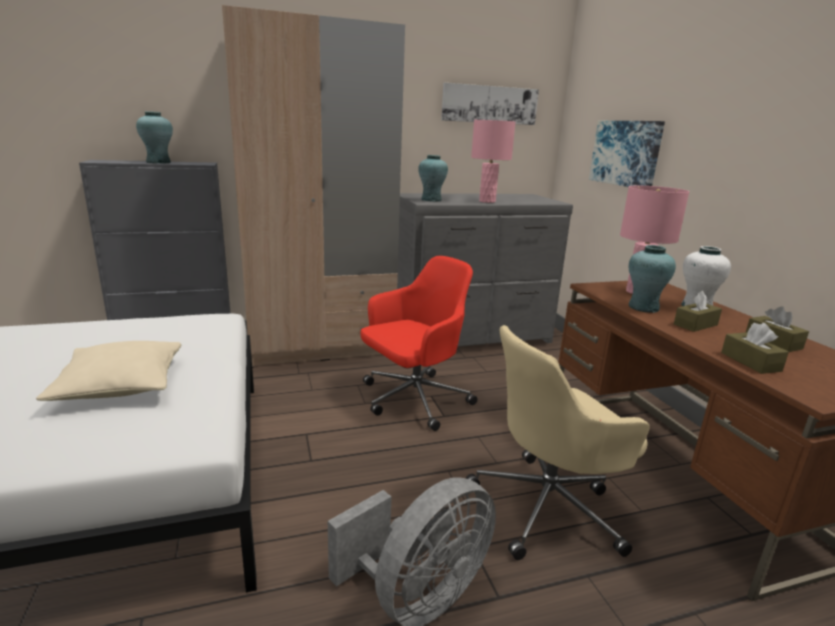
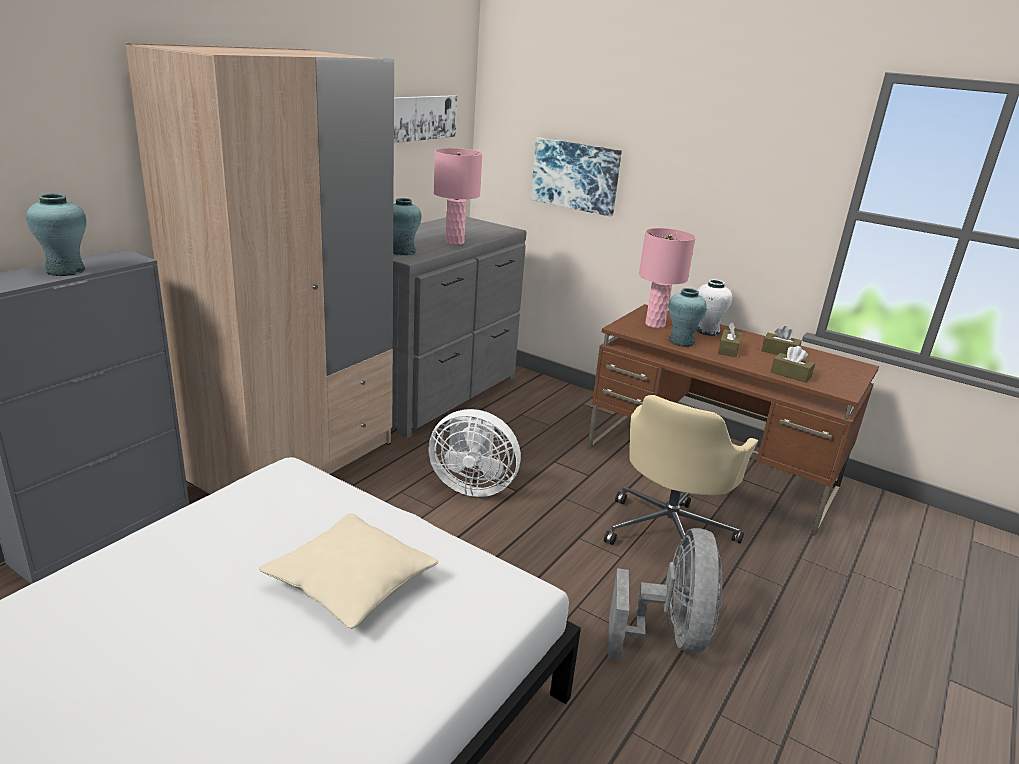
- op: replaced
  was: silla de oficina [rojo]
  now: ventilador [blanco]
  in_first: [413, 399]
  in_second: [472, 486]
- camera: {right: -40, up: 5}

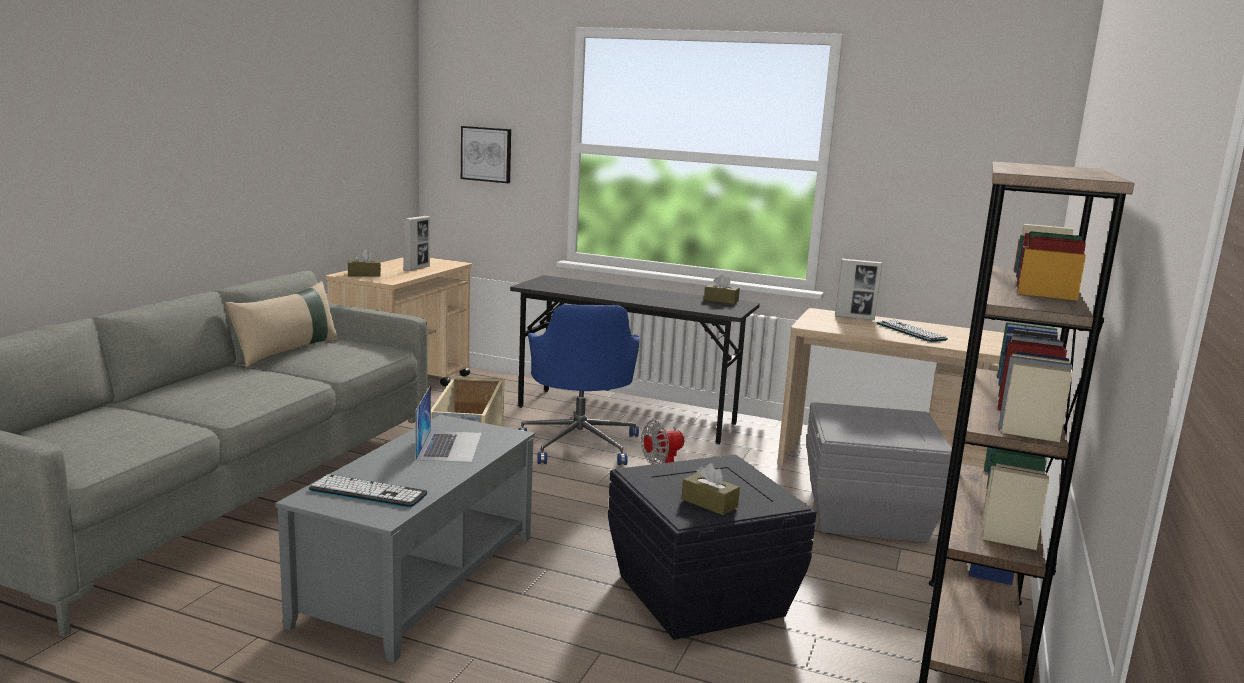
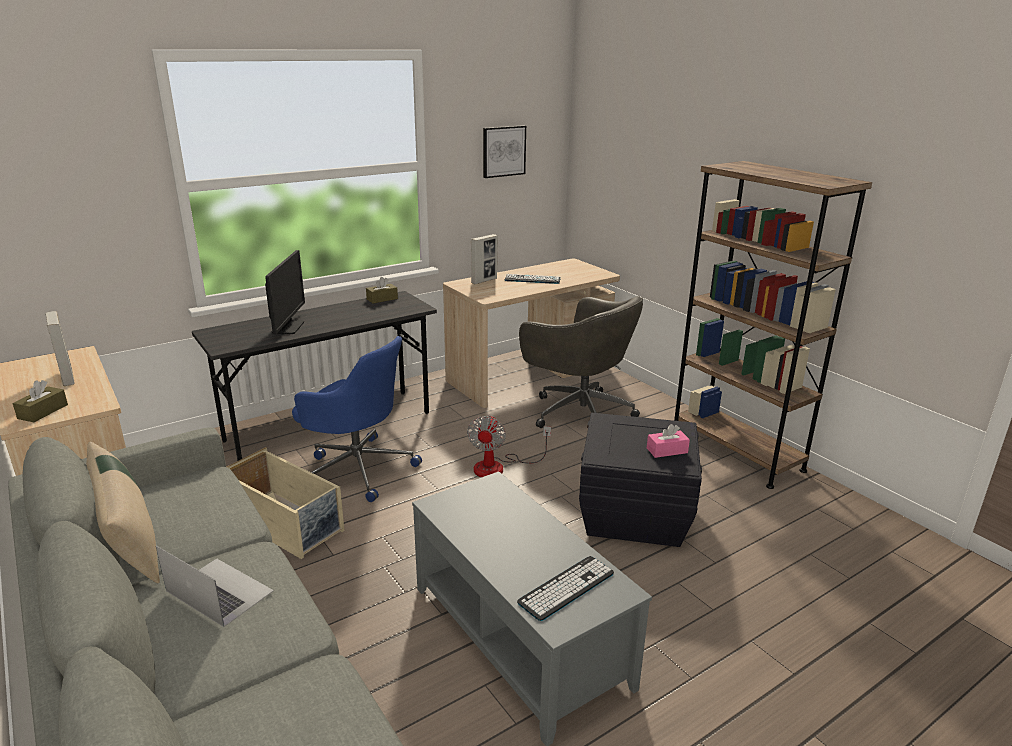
- op: added
  now: monitor
  in_second: [288, 327]
- op: moved
  was: portátil
  in_first: [449, 446]
  in_second: [219, 591]
- op: moved
  was: cuadro
  in_first: [486, 154]
  in_second: [503, 151]
- op: replaced
  was: caja de almacenaje [gris]
  now: silla de oficina [gris]
  in_first: [865, 514]
  in_second: [579, 413]
- op: recoloured
  was: caja de pañuelos [marrón]
  now: caja de pañuelos [rosa]
  in_first: [709, 503]
  in_second: [667, 450]
- camera: {right: -55, up: 10}

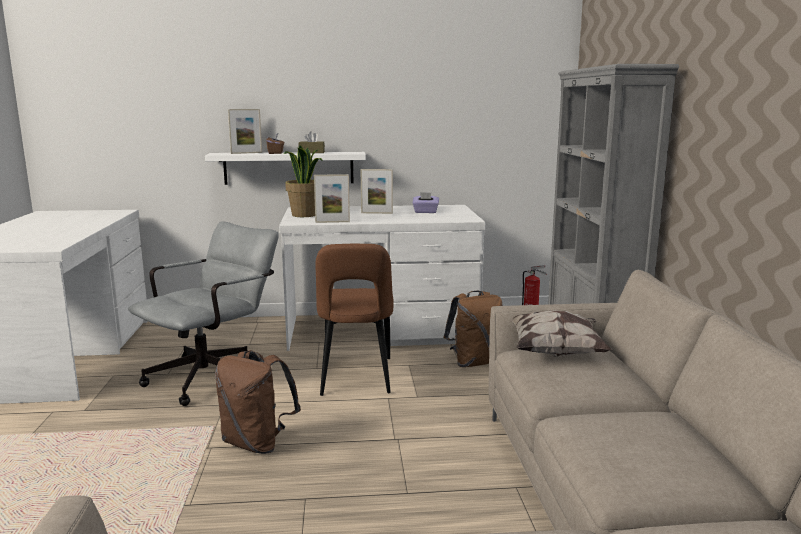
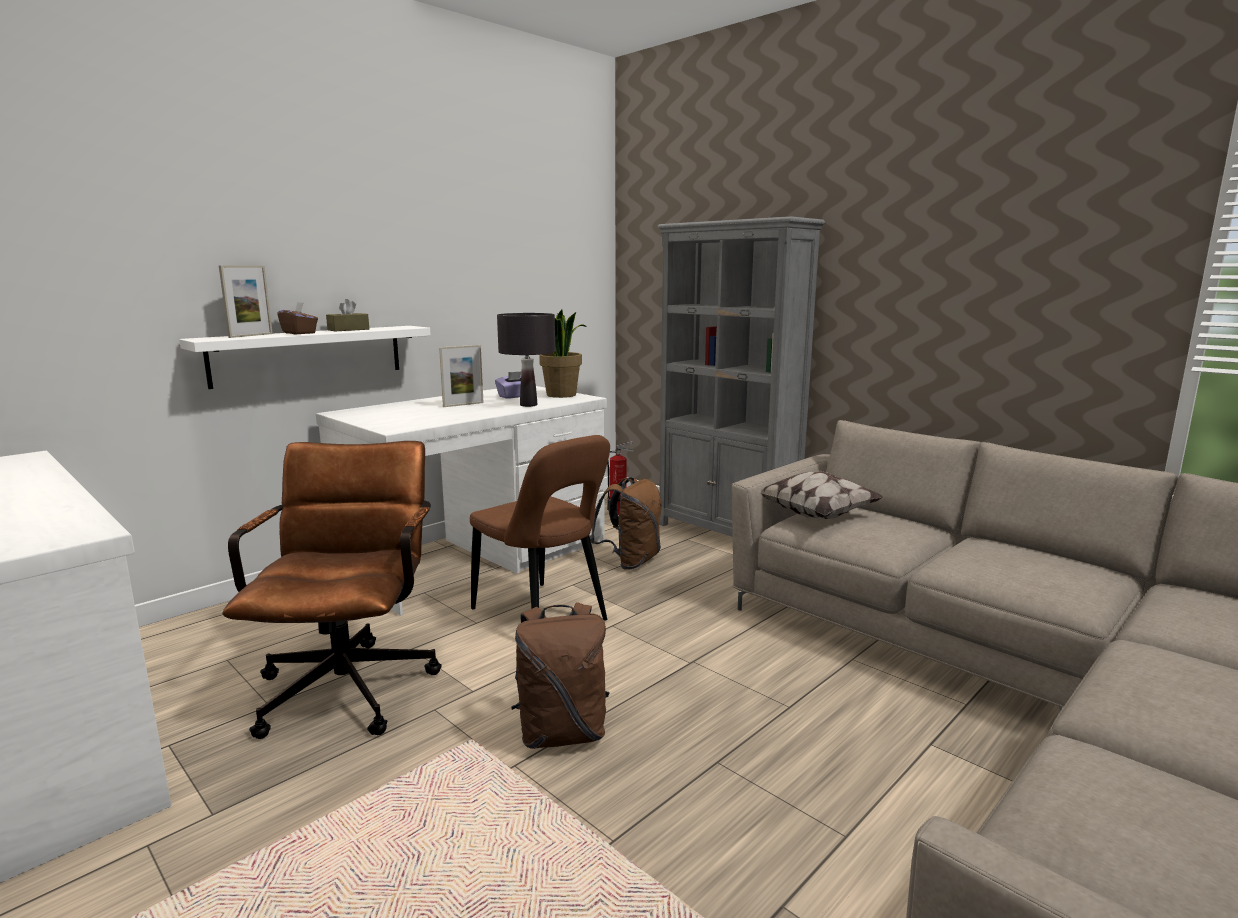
- op: removed
  was: portarretratos
  in_first: [332, 222]
- op: added
  now: lámpara de mesa [negro]
  in_second: [528, 405]
- op: moved
  was: planta en maceta
  in_first: [304, 215]
  in_second: [562, 395]
- op: recoloured
  was: silla de oficina [gris]
  now: silla de oficina [marrón]
  in_first: [213, 376]
  in_second: [351, 681]
- camera: {right: -40, up: 0}

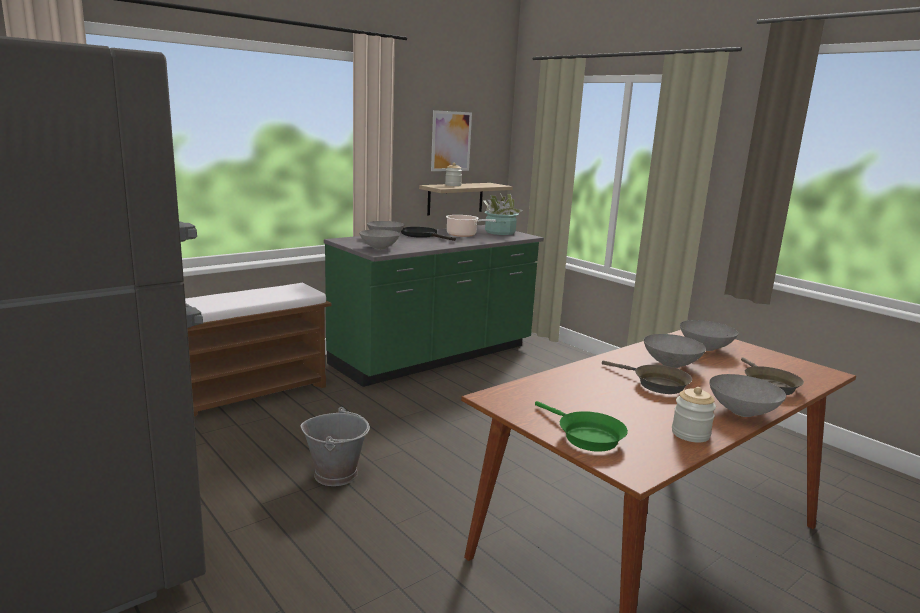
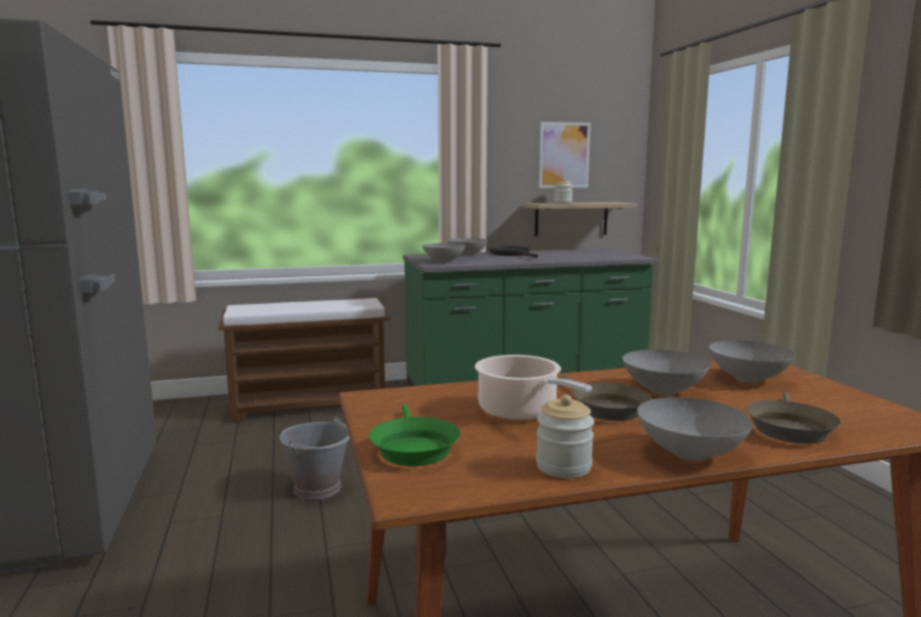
- op: removed
  was: planta en maceta
  in_first: [500, 232]
- op: moved
  was: olla
  in_first: [463, 235]
  in_second: [521, 412]
- camera: {right: 25, up: -5}

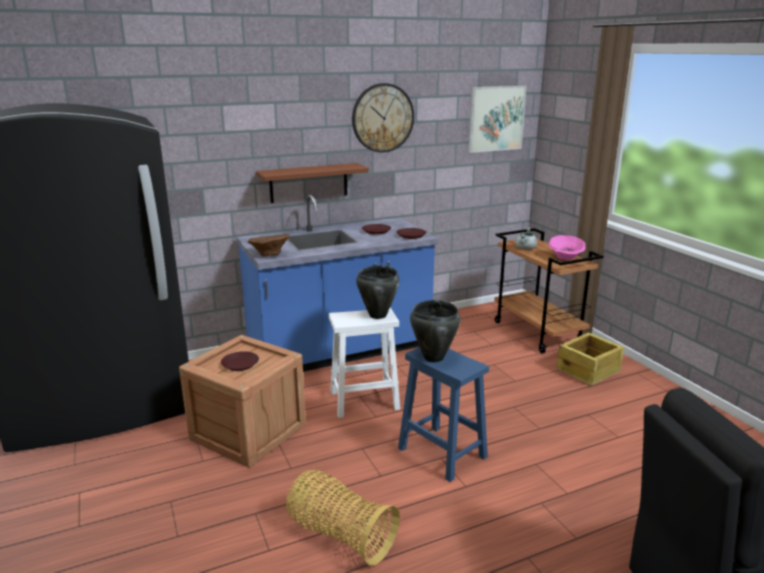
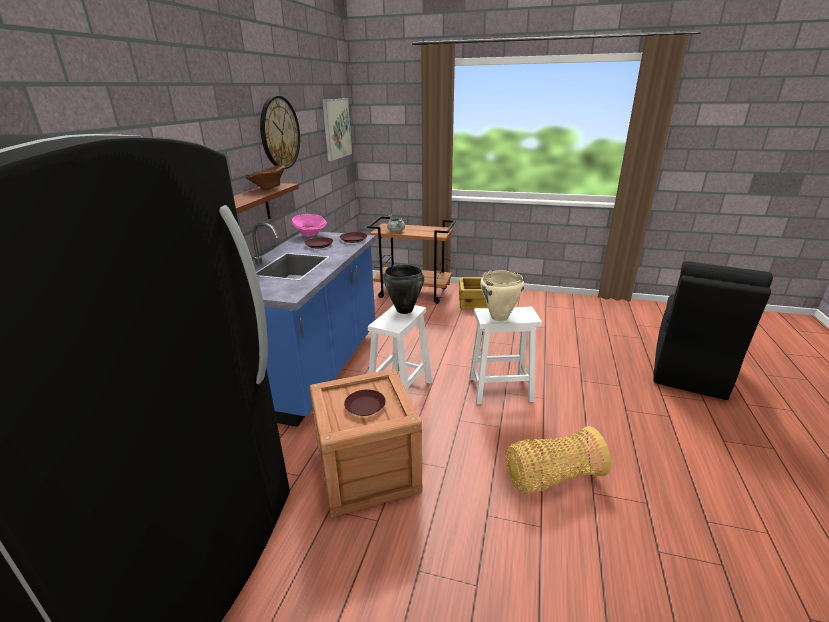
- op: moved
  was: cuenco [marrón]
  in_first: [269, 255]
  in_second: [268, 189]
- op: moved
  was: cuenco [rosa]
  in_first: [565, 258]
  in_second: [310, 235]
- op: recoloured
  was: taburete [azul]
  now: taburete [blanco]
  in_first: [441, 452]
  in_second: [499, 389]
- op: recoloured
  was: olla [negro]
  now: olla [beis]
  in_first: [433, 358]
  in_second: [499, 317]
- camera: {right: -50, up: 5}

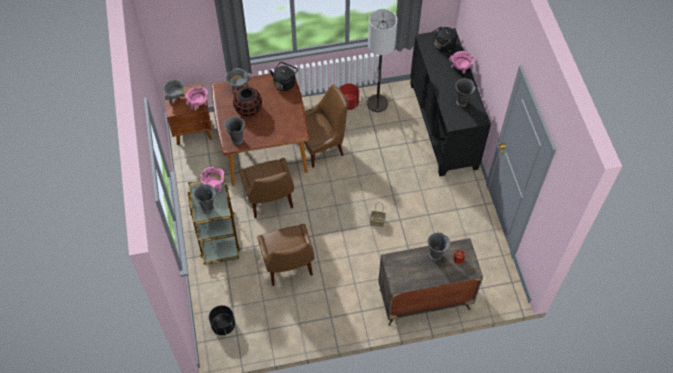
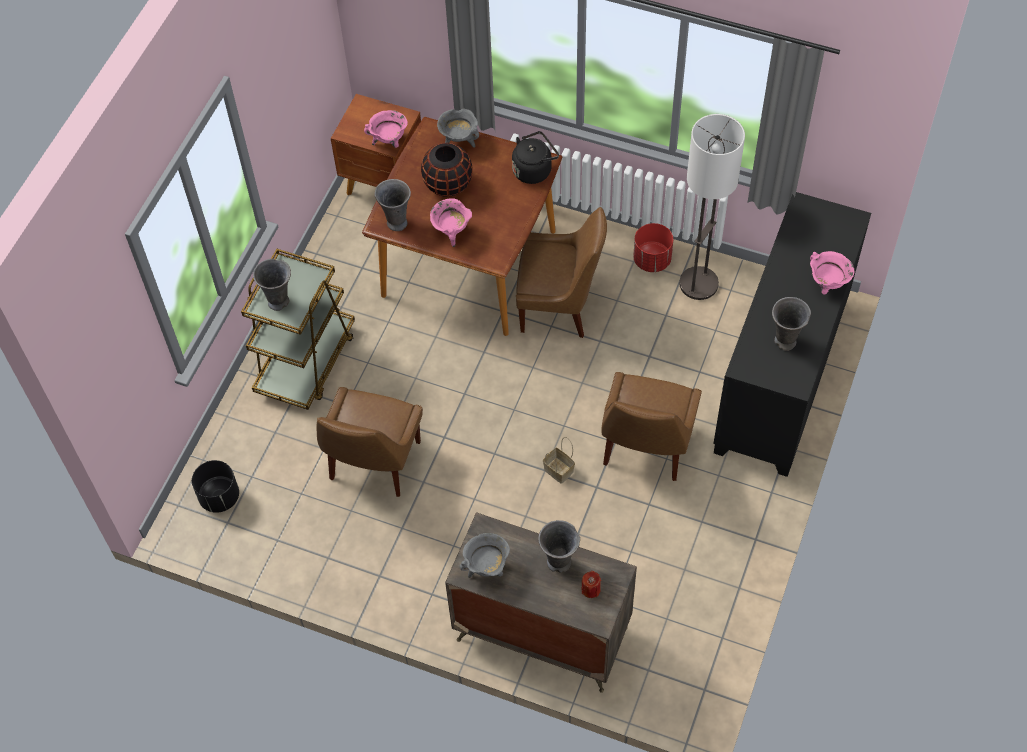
- op: removed
  was: hervidor [negro]
  in_first: [443, 46]
- op: moved
  was: olla [gris]
  in_first: [175, 97]
  in_second: [486, 568]
- op: moved
  was: olla [rosa]
  in_first: [214, 185]
  in_second: [451, 232]
- op: moved
  was: silla [marrón]
  in_first: [269, 200]
  in_second: [645, 448]
- camera: {right: 35, up: 0}

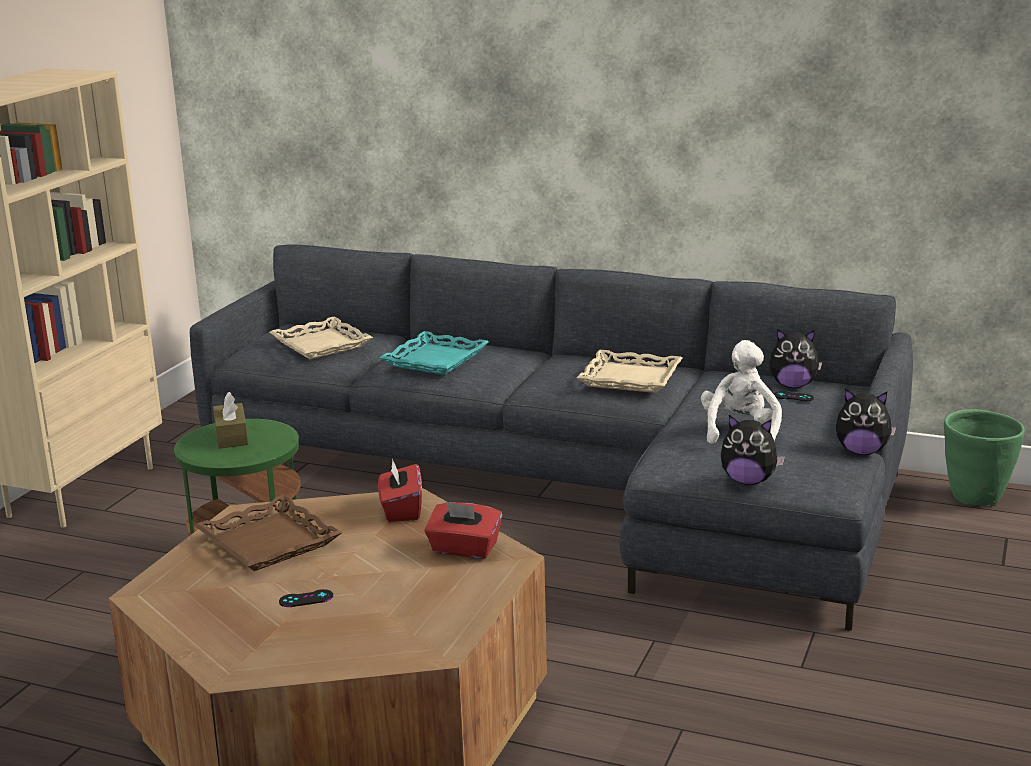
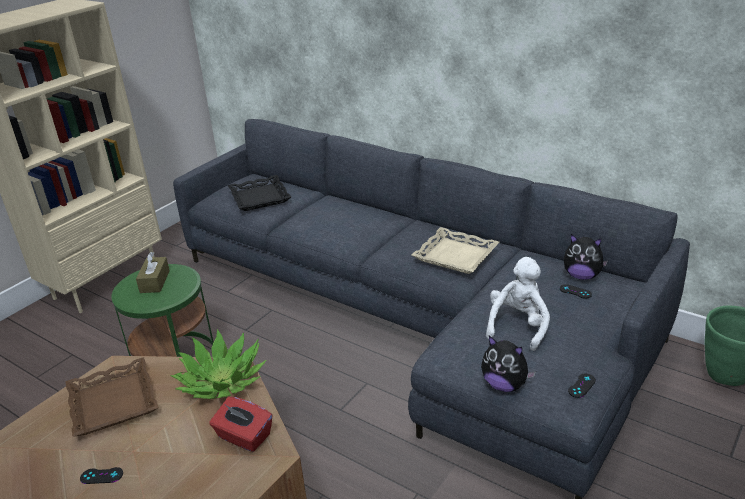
- op: removed
  was: bandeja [turquesa]
  in_first: [436, 360]
- op: removed
  was: peluche
  in_first: [862, 451]
- op: added
  now: mando de consola [negro]
  in_second: [581, 385]
- op: replaced
  was: caja de pañuelos [rojo]
  now: planta en maceta
  in_first: [401, 510]
  in_second: [222, 381]
- op: recoloured
  was: bandeja [beis]
  now: bandeja [negro]
  in_first: [322, 344]
  in_second: [260, 197]
- camera: {right: 15, up: 10}

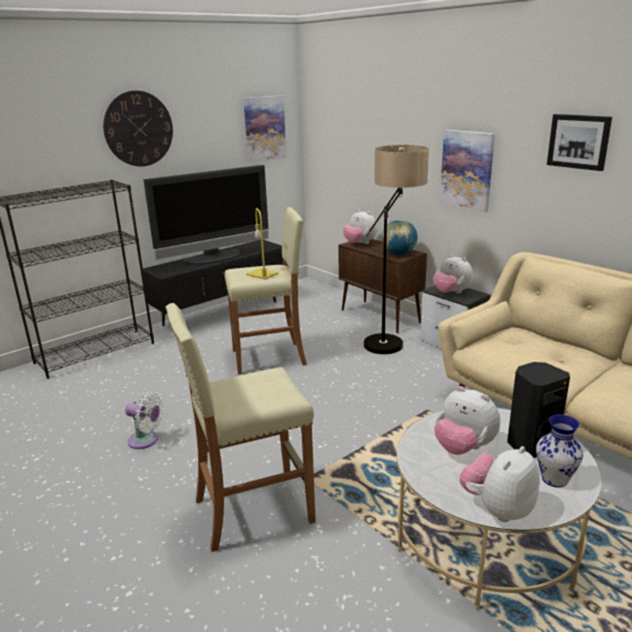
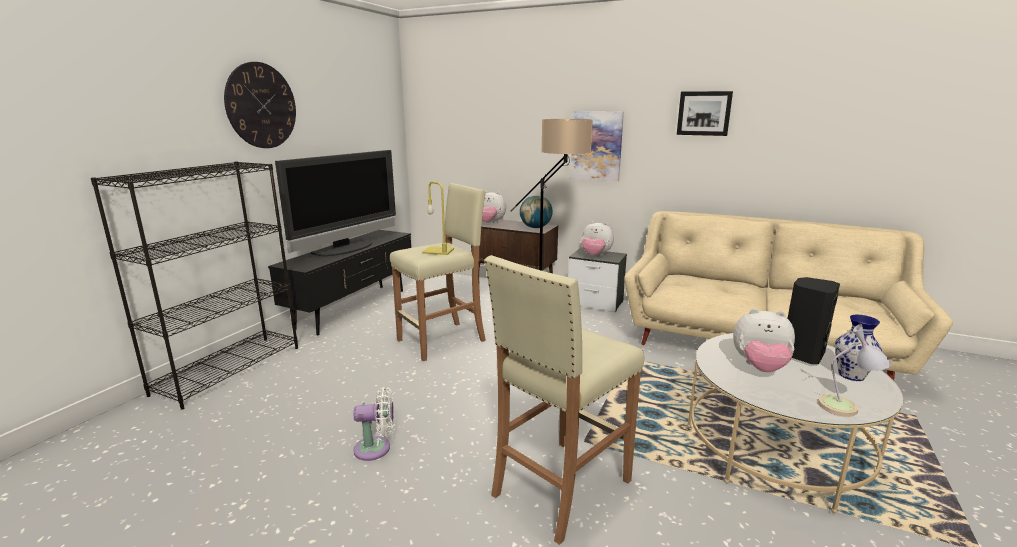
- op: removed
  was: cuadro
  in_first: [264, 129]
- op: replaced
  was: peluche
  now: lámpara de mesa
  in_first: [497, 509]
  in_second: [846, 408]
- camera: {right: -25, up: -5}

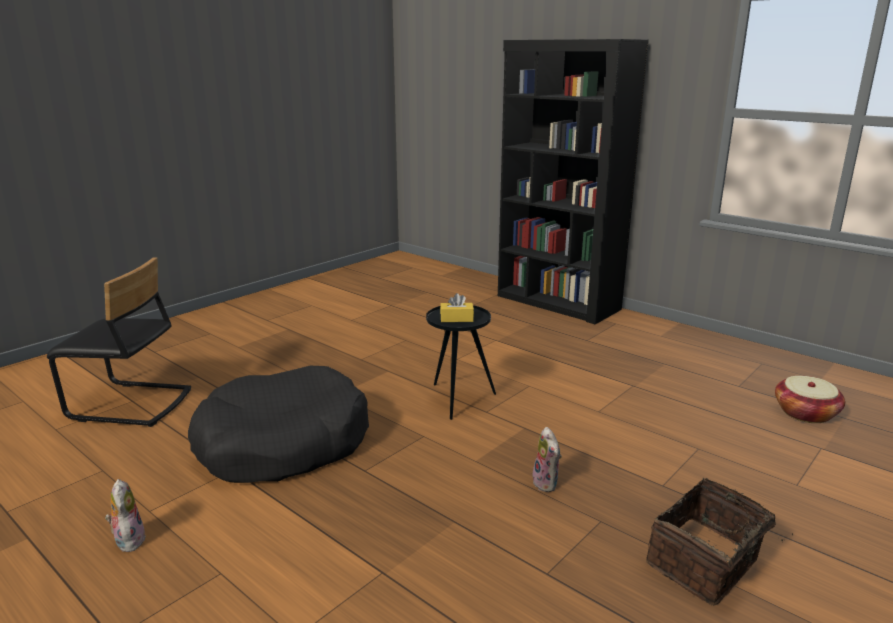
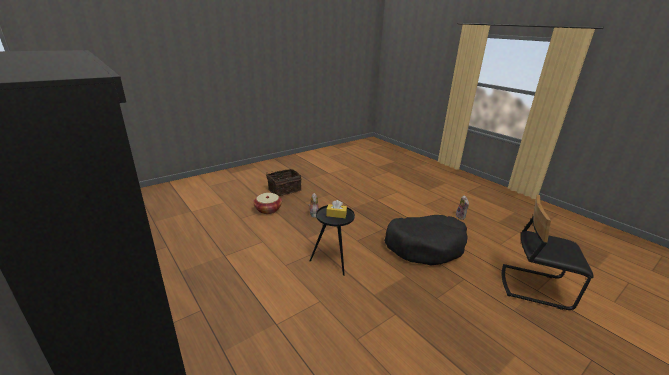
- op: moved
  was: cesta
  in_first: [805, 413]
  in_second: [268, 209]
- camera: {right: -170, up: 5}

